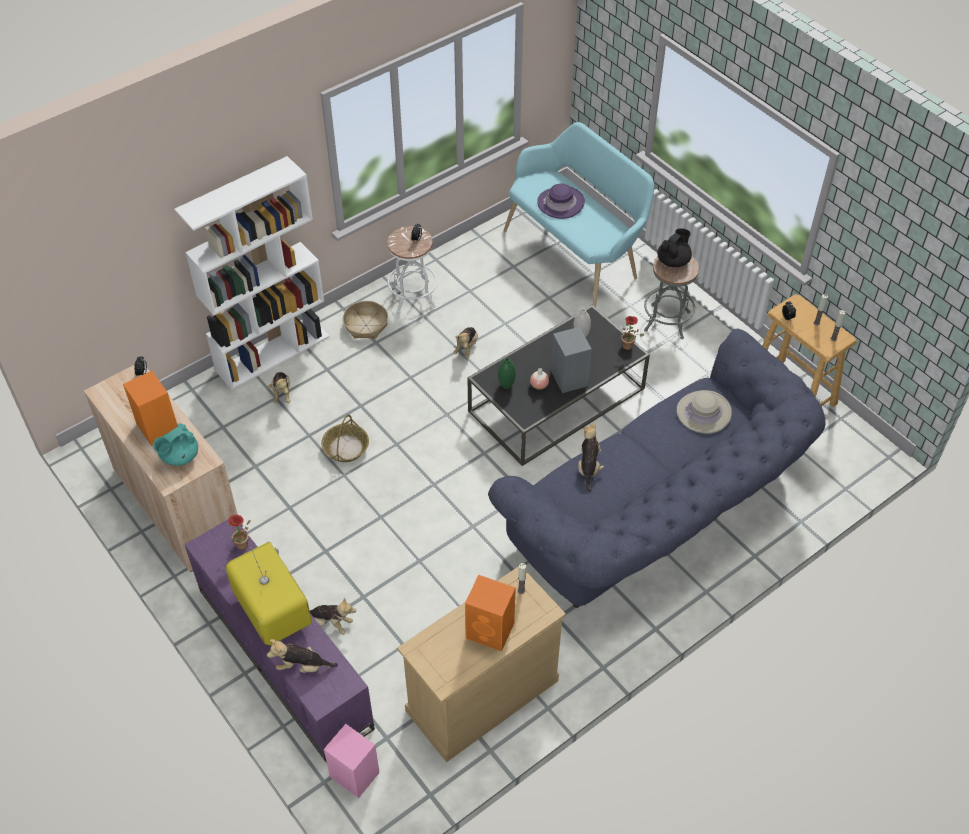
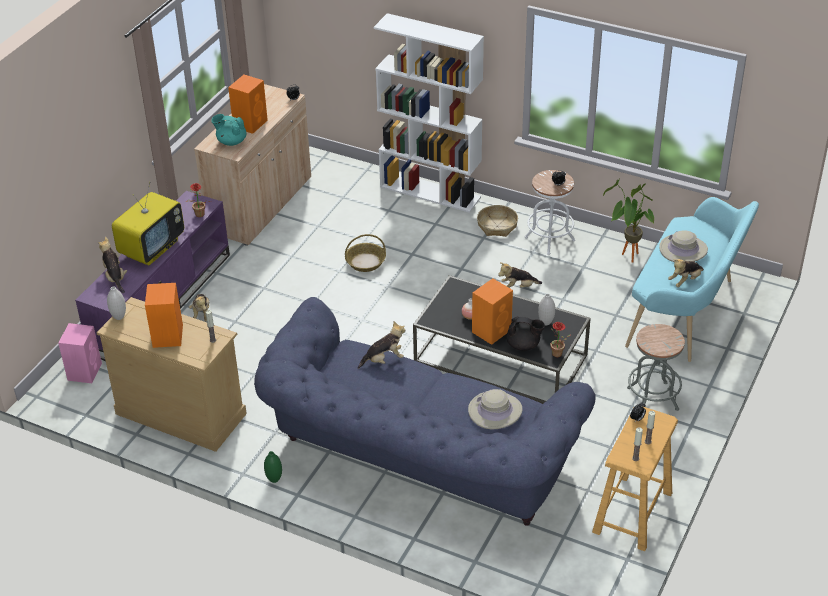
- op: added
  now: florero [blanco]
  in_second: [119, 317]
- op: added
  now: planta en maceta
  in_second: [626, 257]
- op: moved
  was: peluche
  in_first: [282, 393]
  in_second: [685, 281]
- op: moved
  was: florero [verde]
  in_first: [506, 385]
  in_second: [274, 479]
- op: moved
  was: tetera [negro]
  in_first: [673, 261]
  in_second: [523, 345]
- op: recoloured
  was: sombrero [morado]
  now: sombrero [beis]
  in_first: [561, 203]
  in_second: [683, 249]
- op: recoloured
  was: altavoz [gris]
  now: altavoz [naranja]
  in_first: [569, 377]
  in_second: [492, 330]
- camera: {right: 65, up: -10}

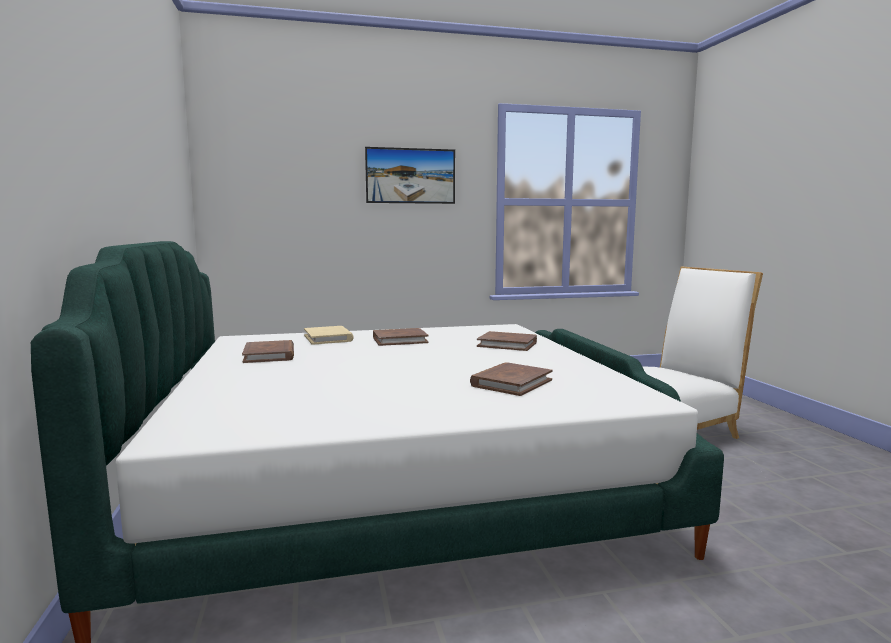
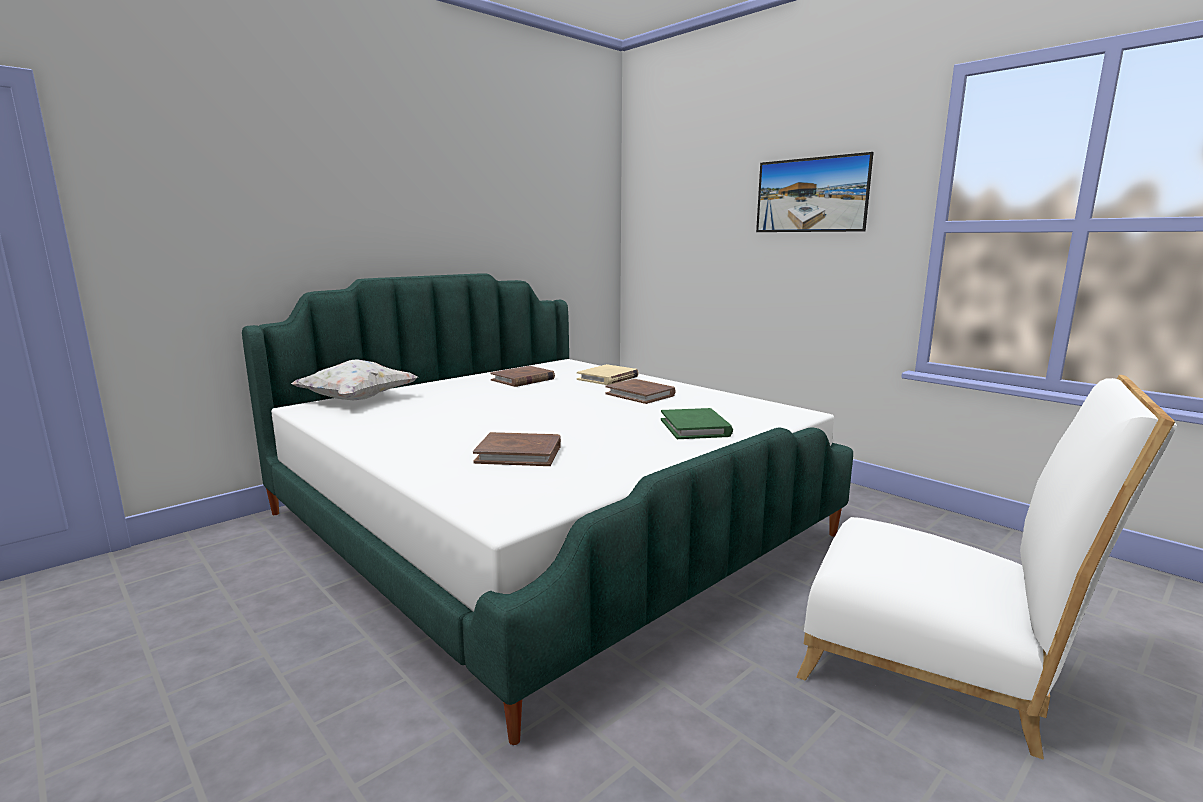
- op: added
  now: cojín [blanco]
  in_second: [357, 400]
- op: recoloured
  was: libro [marrón]
  now: libro [verde]
  in_first: [507, 344]
  in_second: [695, 428]
- camera: {right: 60, up: 5}

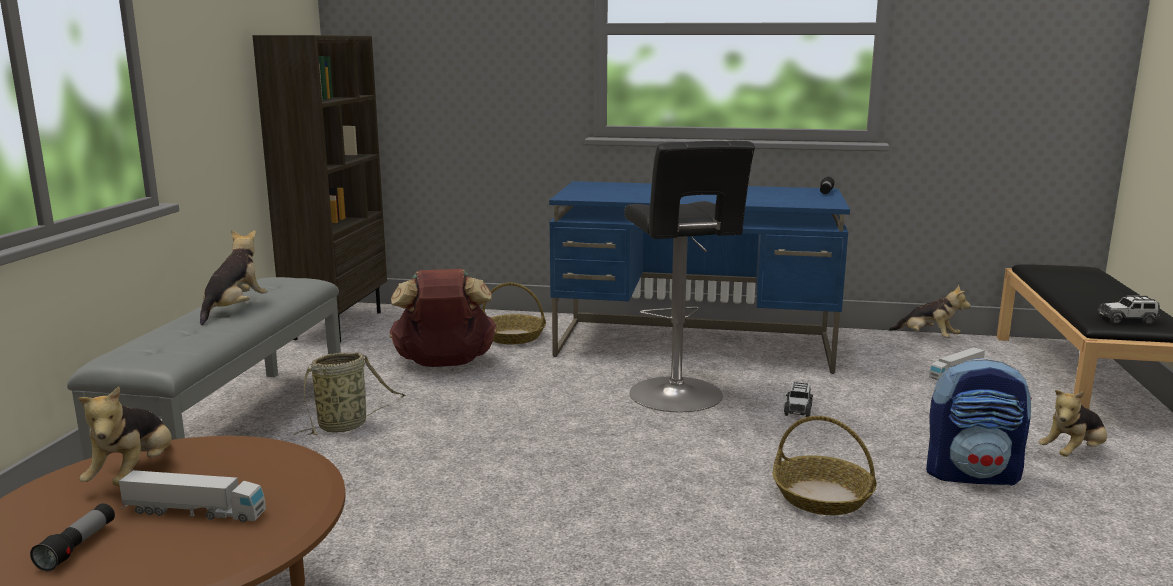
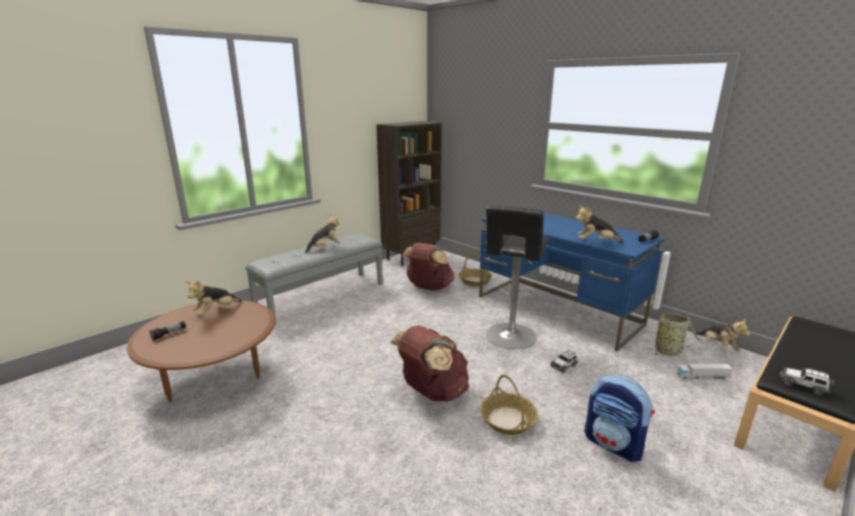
- op: removed
  was: camión de juguete
  in_first: [194, 512]
- op: added
  now: mochila [marrón]
  in_second: [432, 392]
- op: moved
  was: cesta
  in_first: [346, 425]
  in_second: [669, 351]
- op: moved
  was: peluche
  in_first: [1073, 453]
  in_second: [595, 242]
- camera: {right: 35, up: 5}

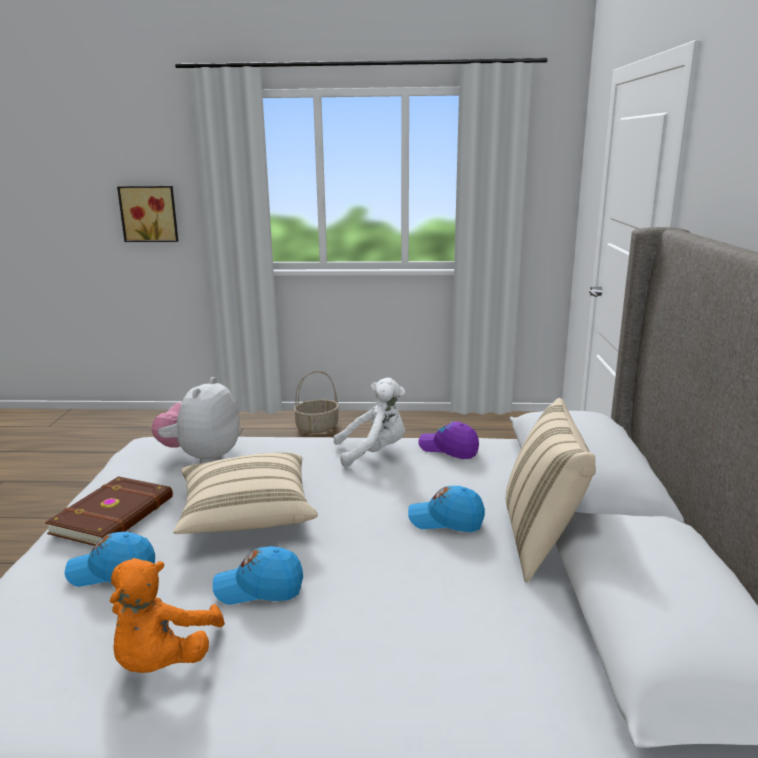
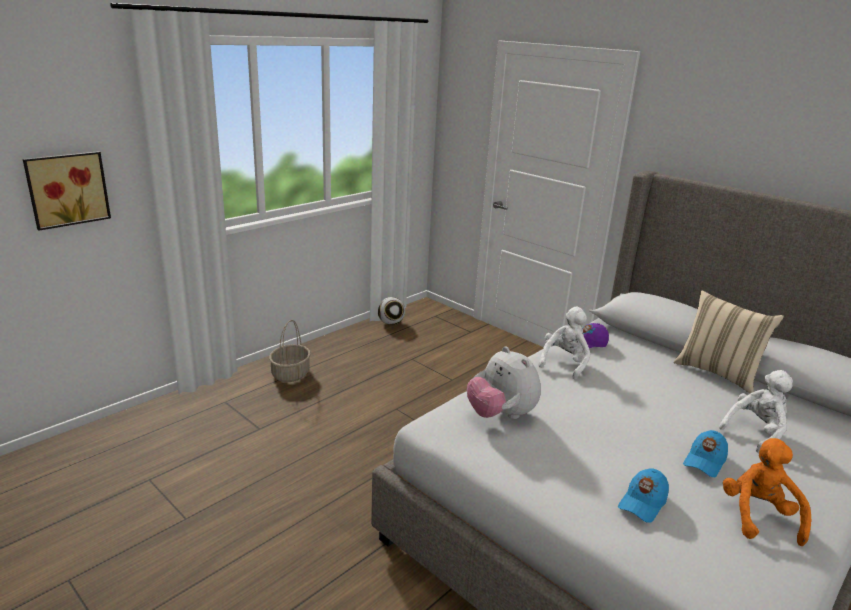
- op: removed
  was: libro [marrón]
  in_first: [115, 515]
- op: removed
  was: cojín [beis]
  in_first: [246, 514]
- op: removed
  was: gorra [azul]
  in_first: [446, 520]
- op: added
  now: balón de fútbol
  in_second: [390, 323]
- op: added
  now: peluche [blanco]
  in_second: [755, 432]
- op: turned
  was: peluche [naranja]
  in_first: [163, 660]
  in_second: [758, 516]
  clockwise: -135
- camera: {right: -50, up: 5}

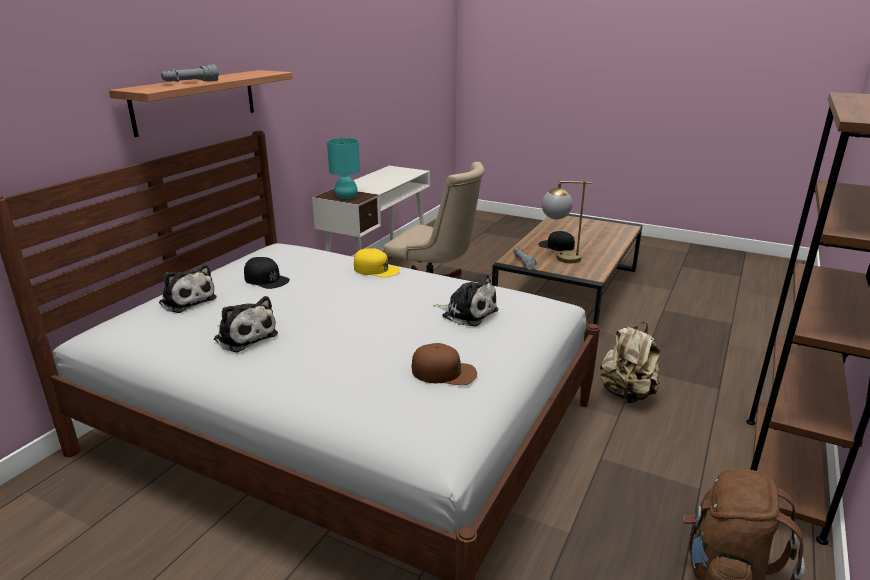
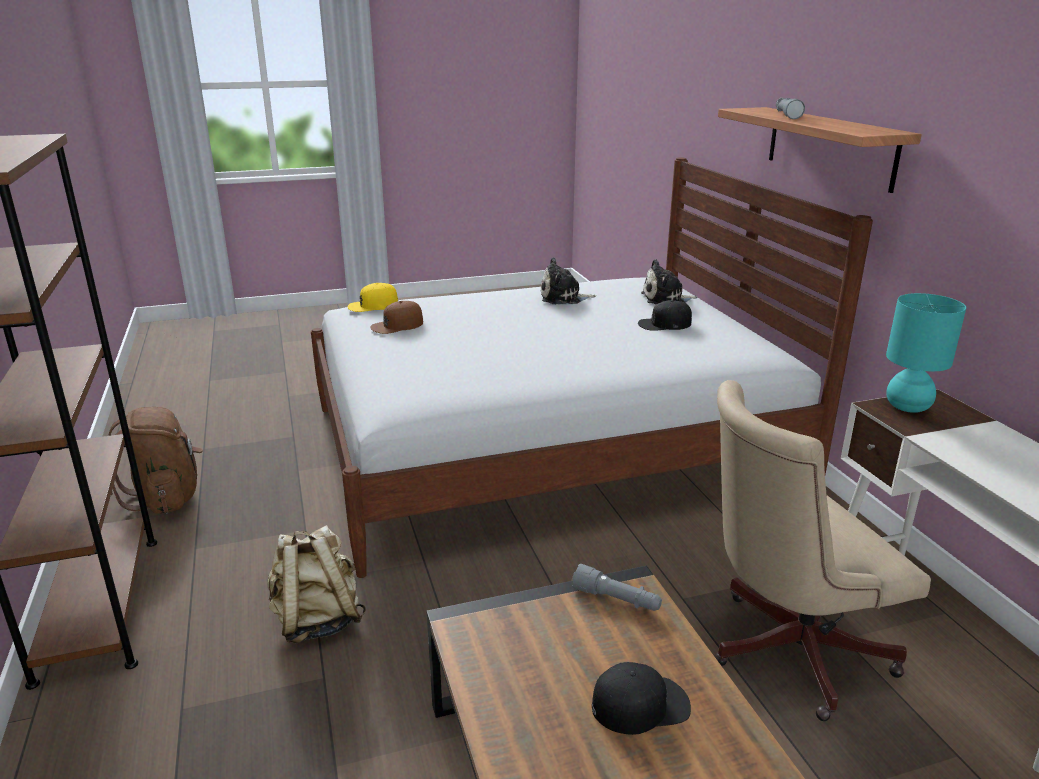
- op: removed
  was: peluche
  in_first: [467, 313]
- op: removed
  was: lámpara de mesa
  in_first: [559, 258]
- op: moved
  was: gorra [amarillo]
  in_first: [376, 269]
  in_second: [373, 305]
- camera: {right: 135, up: 0}

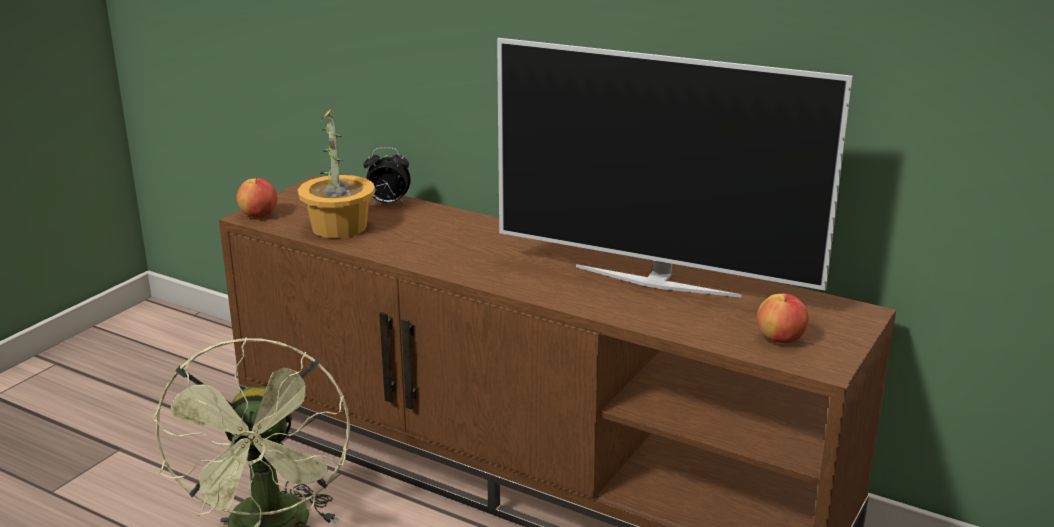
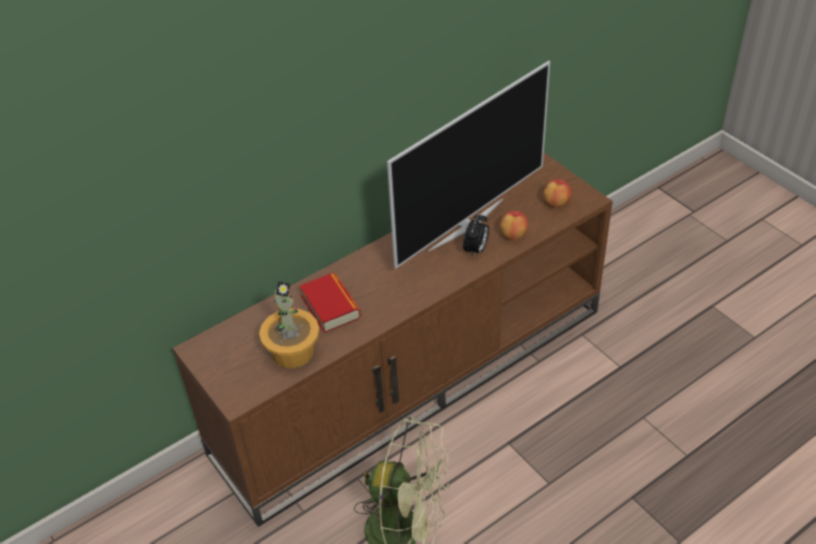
- op: added
  now: libro
  in_second: [330, 307]
- op: moved
  was: manzana
  in_first: [259, 215]
  in_second: [513, 235]
- op: moved
  was: despertador
  in_first: [388, 204]
  in_second: [476, 250]
- camera: {right: -65, up: 20}

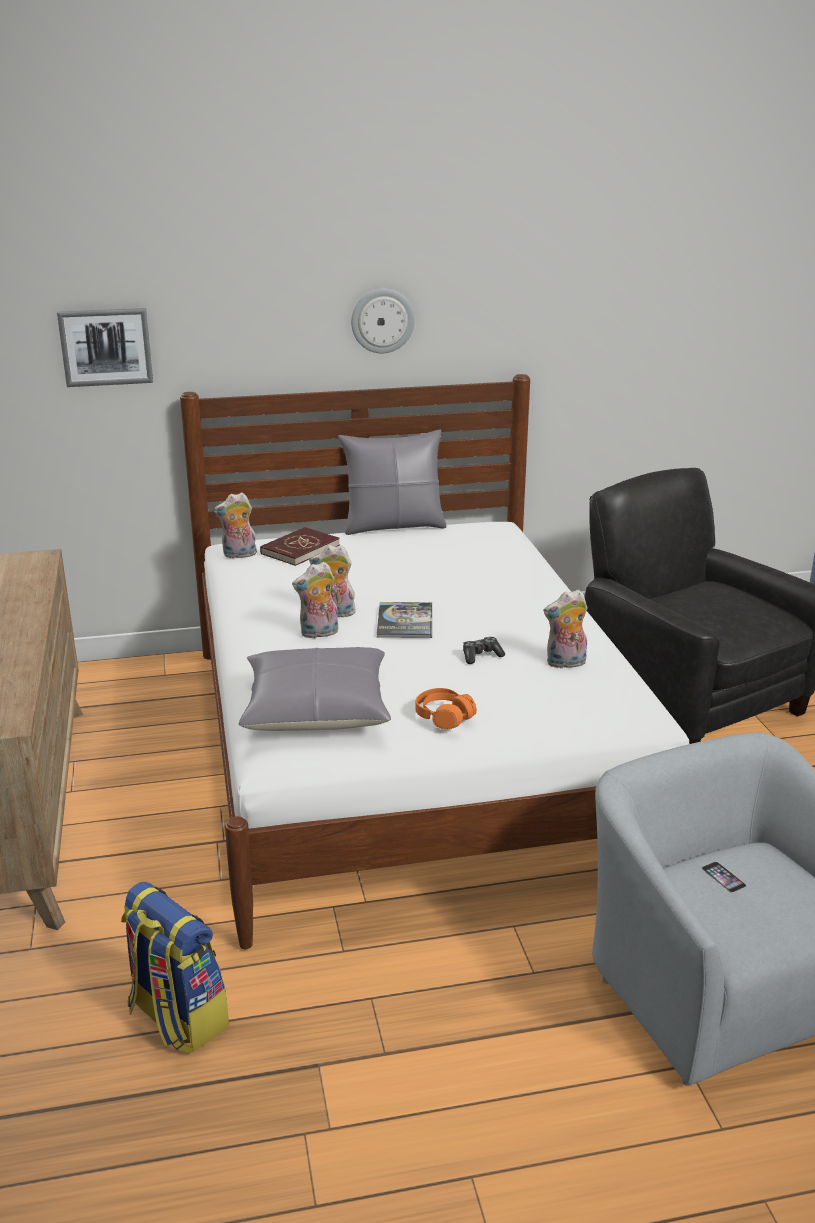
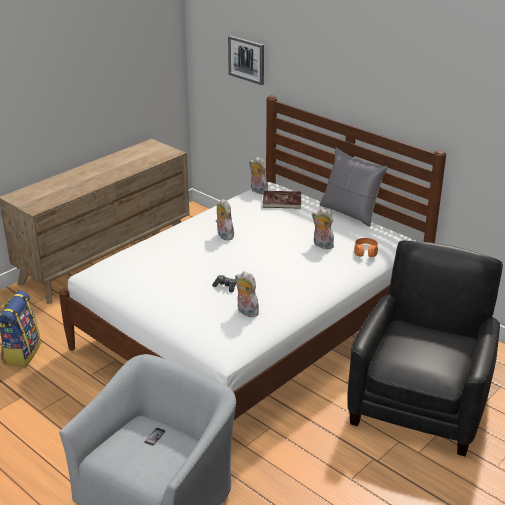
- op: removed
  was: cojín [gris]
  in_first: [316, 708]
- op: removed
  was: reloj de pared
  in_first: [382, 320]
- op: removed
  was: libro
  in_first: [405, 621]
- op: moved
  was: peluche
  in_first: [319, 633]
  in_second: [322, 245]
- op: moved
  was: auriculares [naranja]
  in_first: [444, 717]
  in_second: [365, 252]
- camera: {right: 55, up: 5}

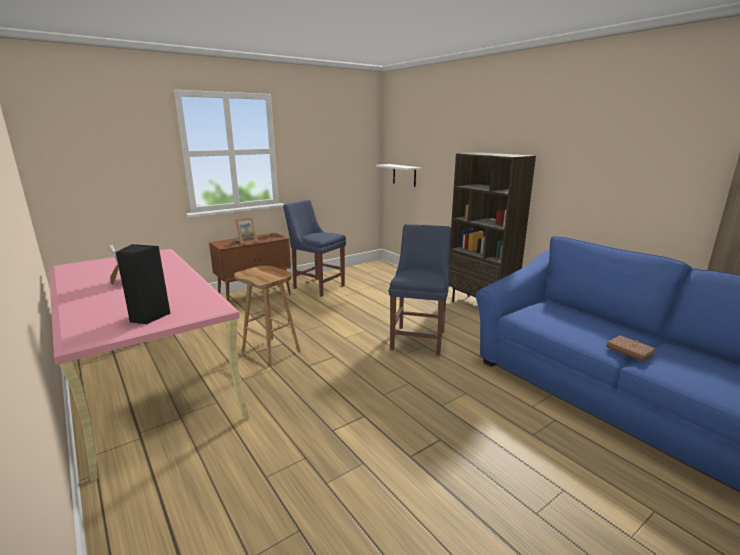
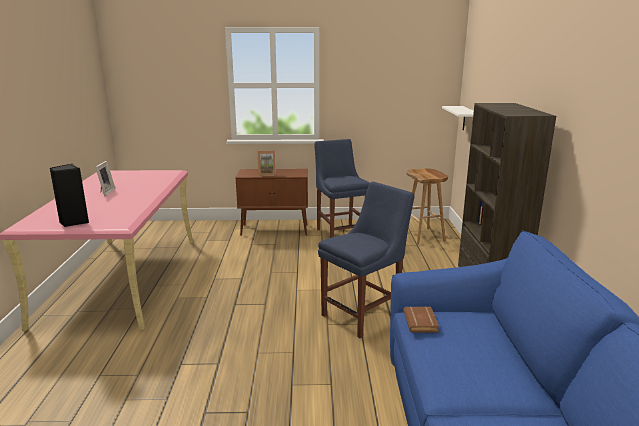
- op: moved
  was: taburete [marrón]
  in_first: [272, 352]
  in_second: [424, 236]
- op: moved
  was: libro [marrón]
  in_first: [631, 351]
  in_second: [422, 323]
- camera: {right: 35, up: 0}

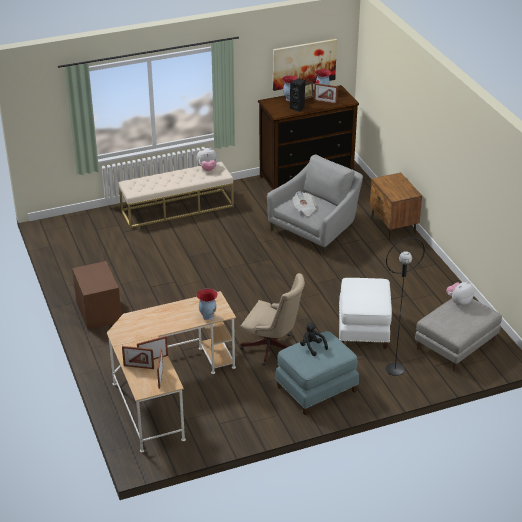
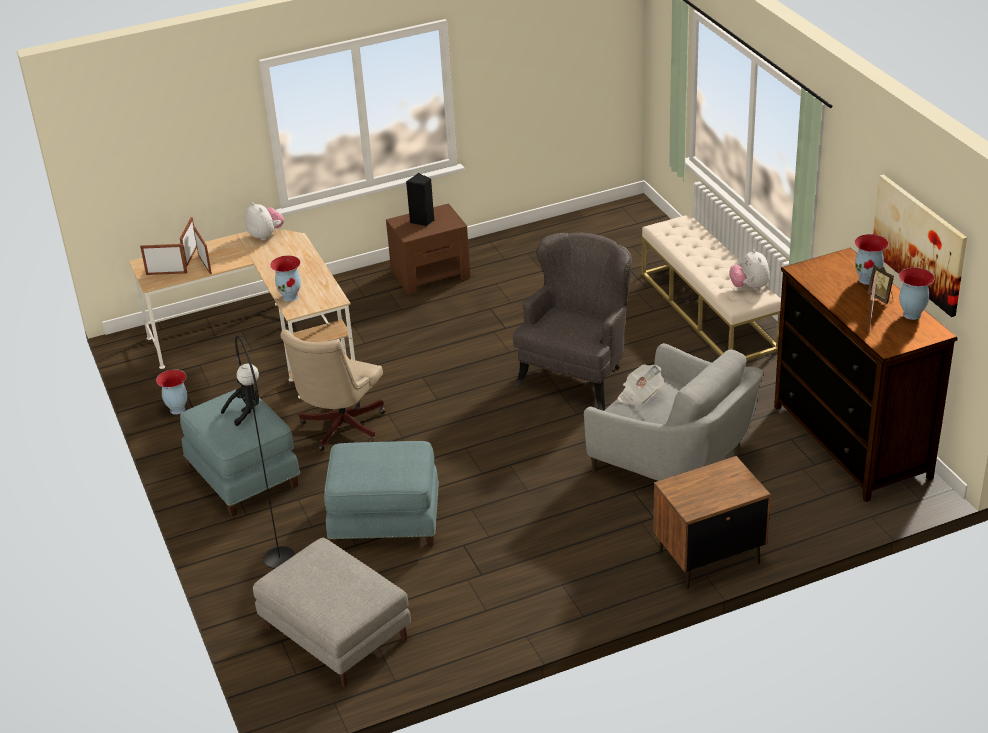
- op: added
  now: florero
  in_second: [177, 410]
- op: added
  now: sillón [gris]
  in_second: [577, 375]
- op: moved
  was: altavoz [negro]
  in_first: [298, 108]
  in_second: [422, 221]
- op: moved
  was: peluche
  in_first: [459, 302]
  in_second: [266, 235]
- op: recoloured
  was: puf [blanco]
  now: puf [azul]
  in_first: [364, 329]
  in_second: [385, 522]
- camera: {right: 90, up: 0}

